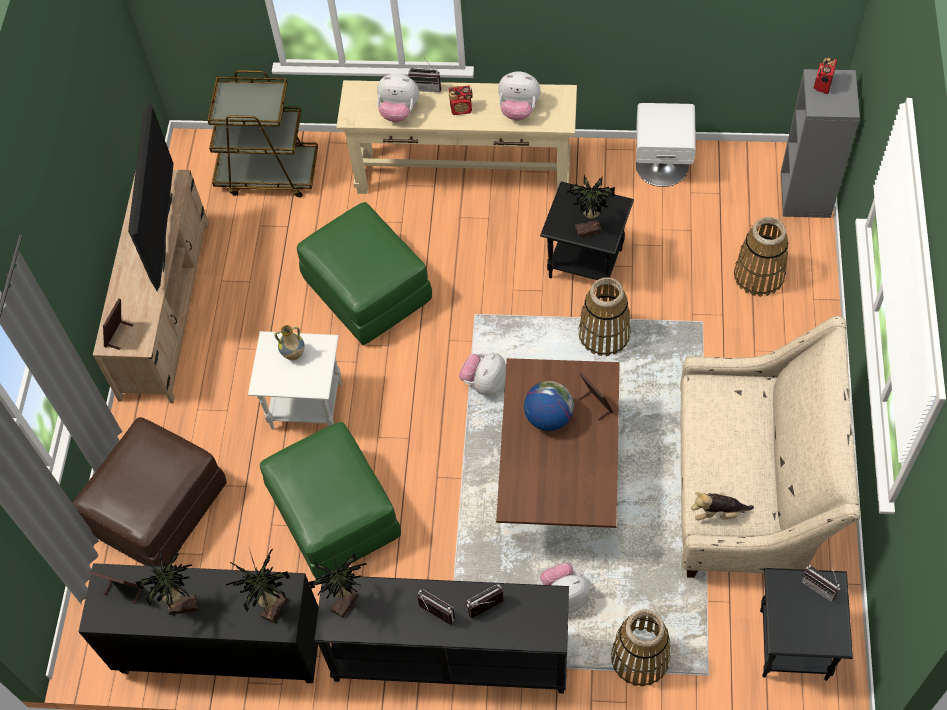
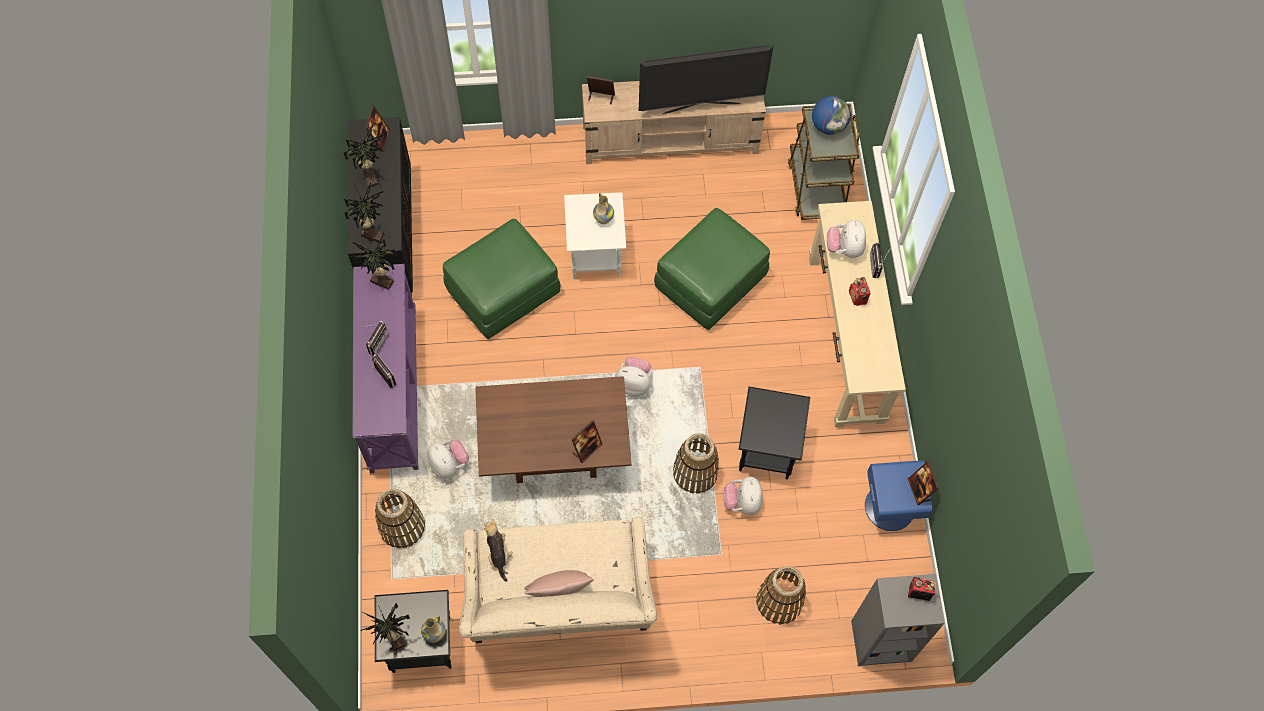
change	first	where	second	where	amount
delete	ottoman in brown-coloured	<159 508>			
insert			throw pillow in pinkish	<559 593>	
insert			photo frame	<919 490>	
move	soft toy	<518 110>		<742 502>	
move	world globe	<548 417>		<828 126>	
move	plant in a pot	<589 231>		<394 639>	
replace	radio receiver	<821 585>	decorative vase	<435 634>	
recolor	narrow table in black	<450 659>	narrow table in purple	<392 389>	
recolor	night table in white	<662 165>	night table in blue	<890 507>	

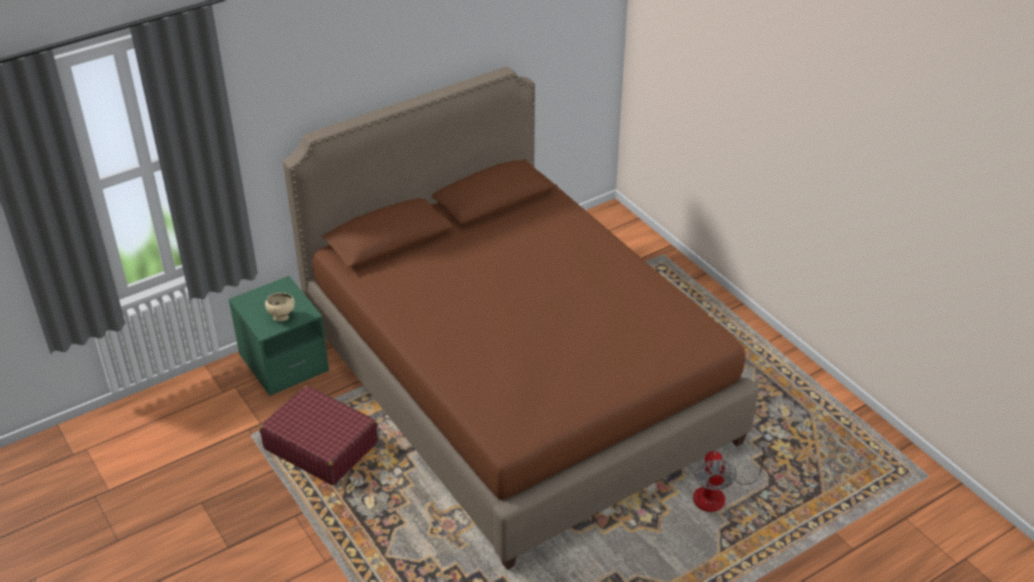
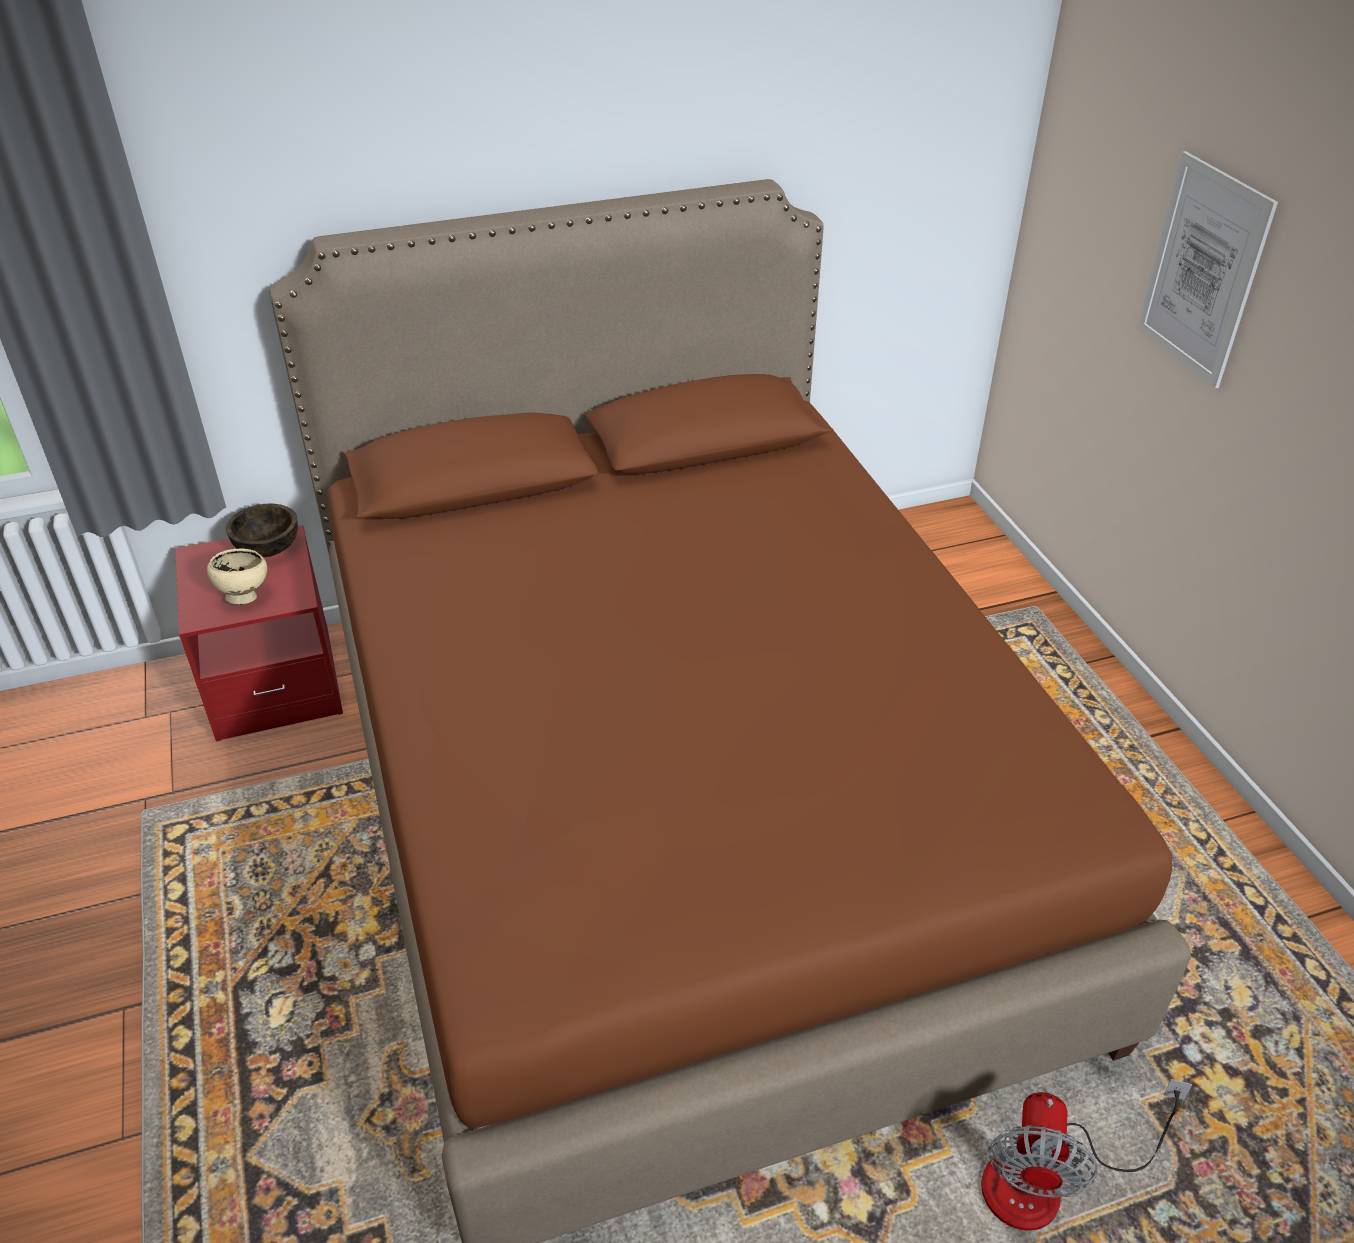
change	first	where	second	where	amount
delete	piece of luggage in red	<321 445>			
insert			bowl in brown-coloured	<268 548>	
insert			wall art	<1202 270>	
recolor	night table in green-coloured	<284 363>	night table in red	<275 684>	

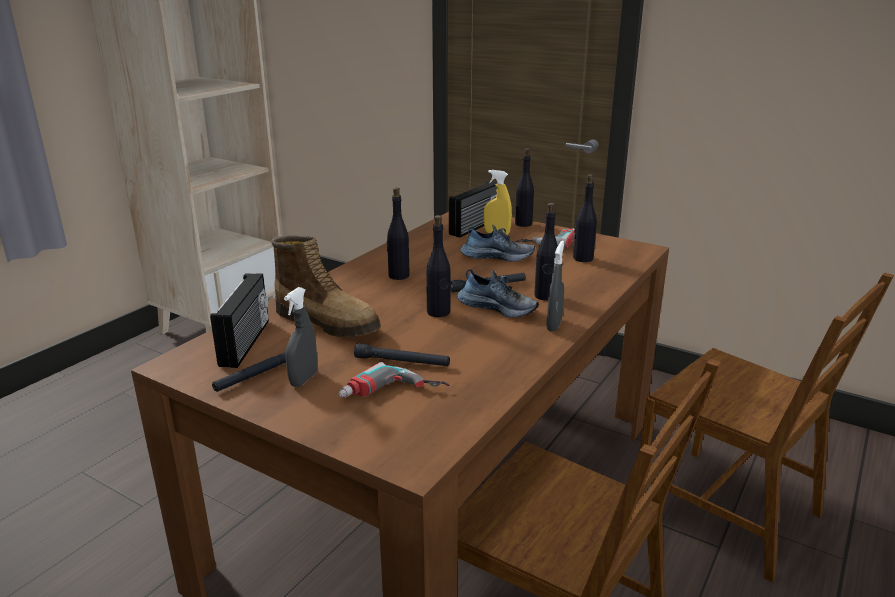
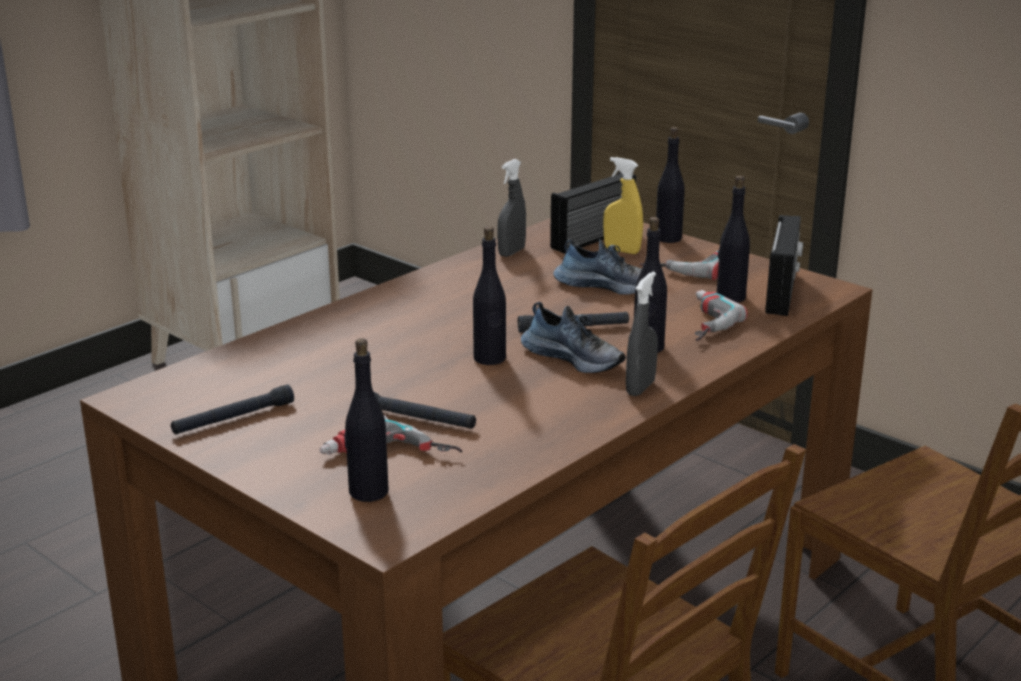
change	first	where	second	where	amount
delete	tall boot	<328 323>			
insert			drill	<699 322>	
move	radio receiver	<247 342>		<783 293>	
move	hand sprayer in grey	<303 379>		<511 252>	
move	beverage bottle in black	<398 276>		<368 492>	

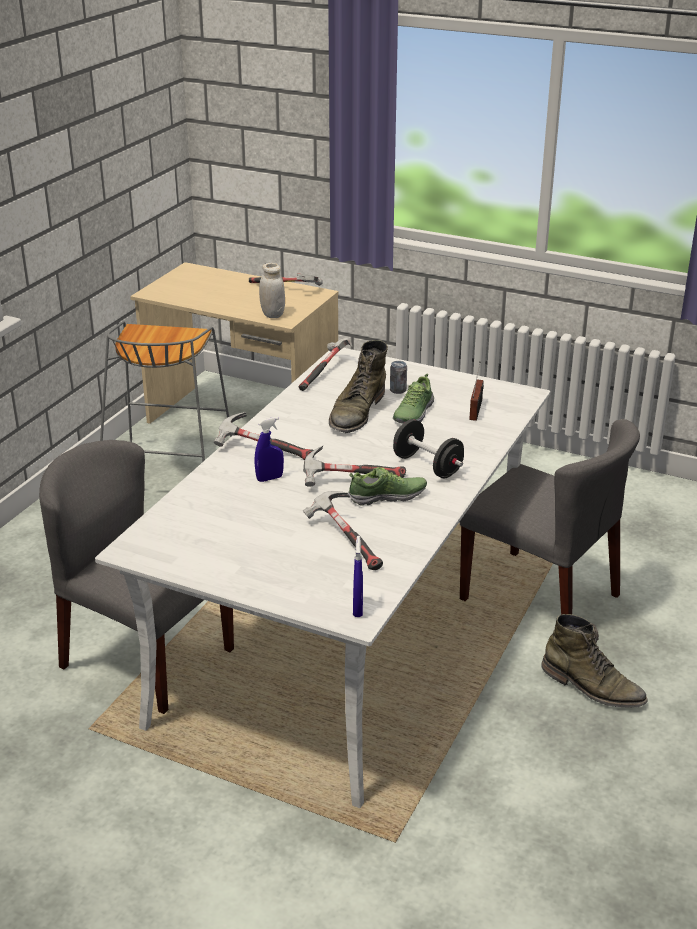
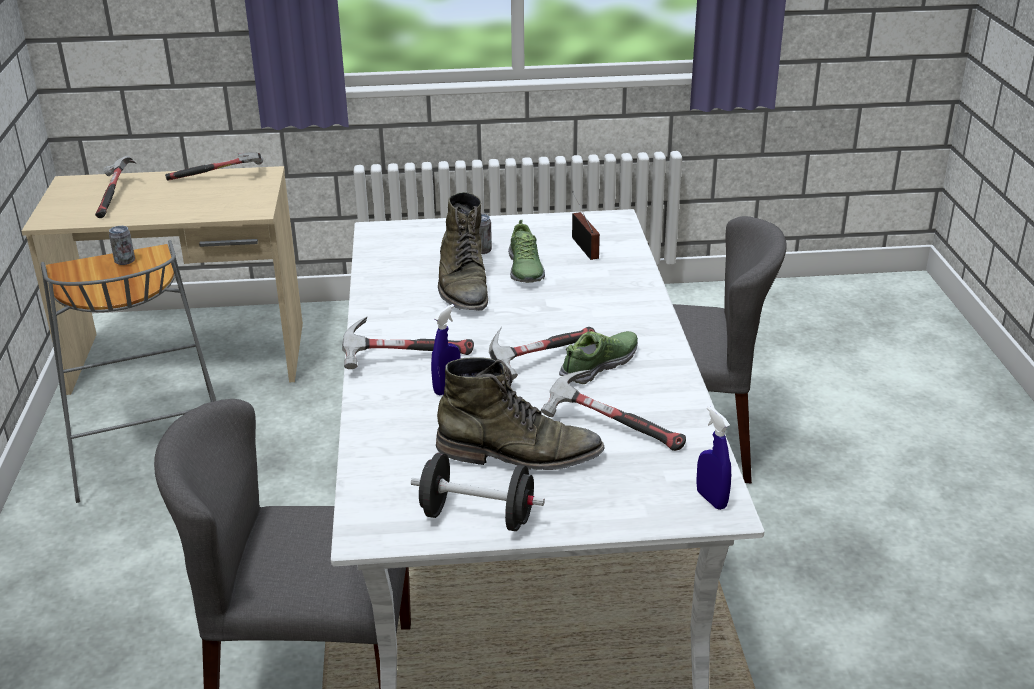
change	first	where	second	where	amount
delete	preserve jar in white	<272 315>			
insert			sealed can	<125 261>	
move	hand hammer	<325 372>		<115 196>	
move	free weight in black	<427 466>		<477 517>	
move	tall boot in green-coloured	<592 687>		<519 454>	

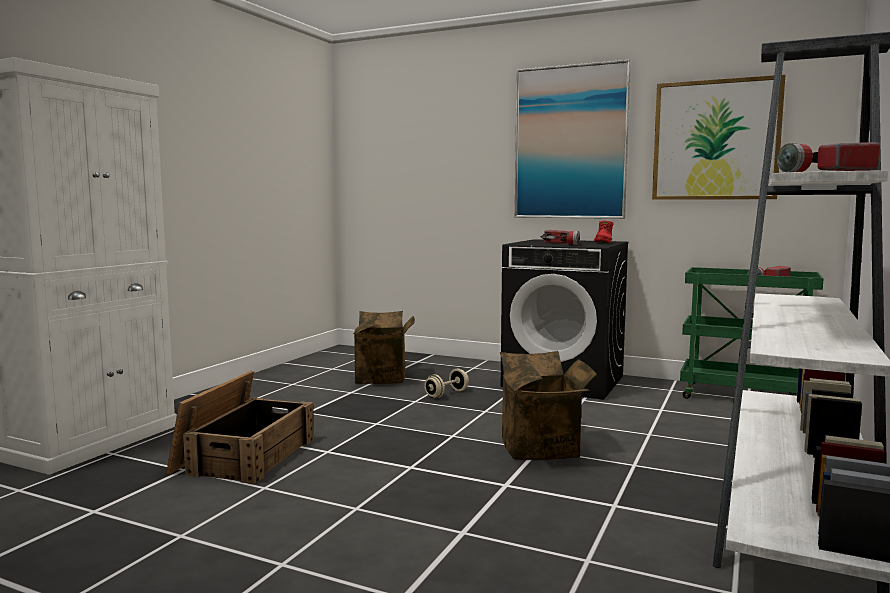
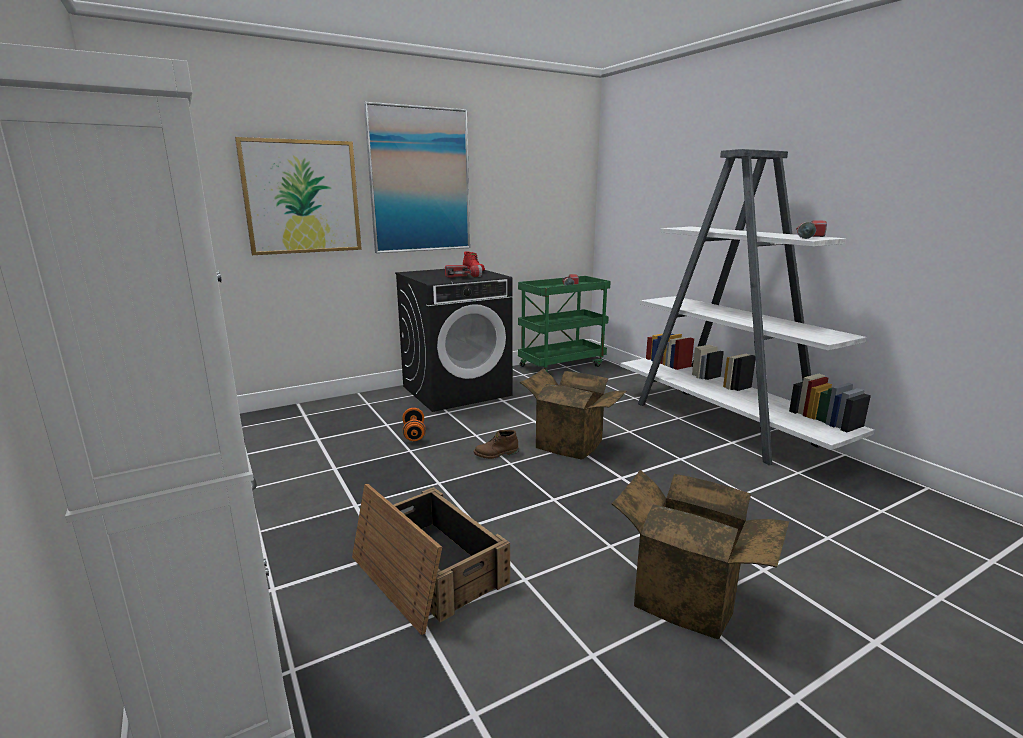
change	first	where	second	where	amount
insert			tall boot in brown-coloured	<496 454>	
move	carton	<383 377>		<689 595>	
move	wall art	<715 140>		<302 197>	
recolor	free weight in beige	<446 394>	free weight in orange-coloured	<414 434>	

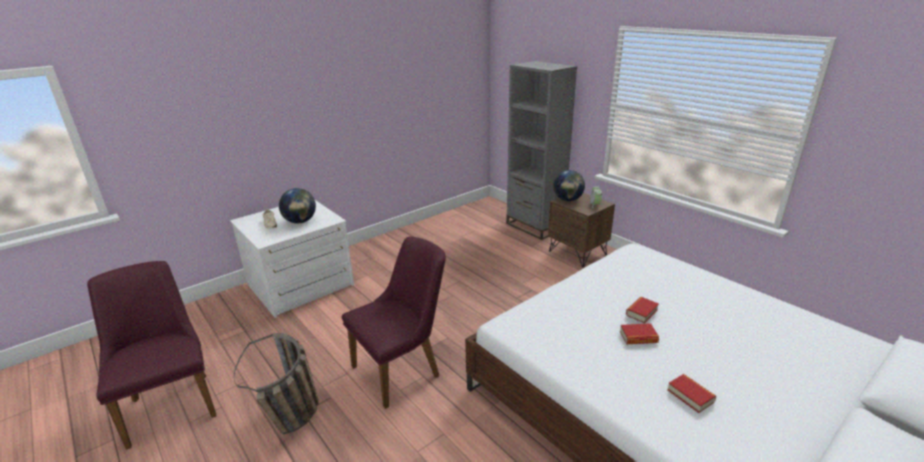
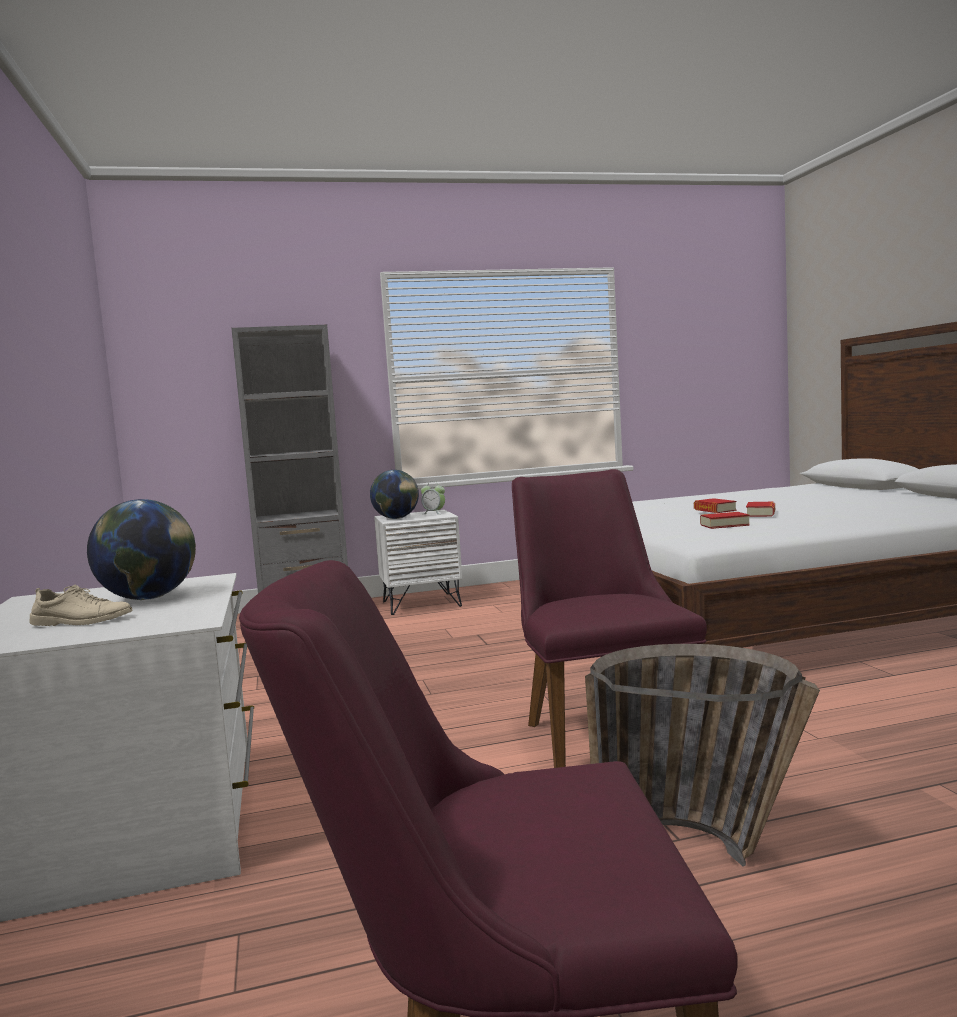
change	first	where	second	where	amount
move	volume	<690 396>		<724 525>	
recolor	night table in brown-coloured	<578 253>	night table in white	<421 604>	

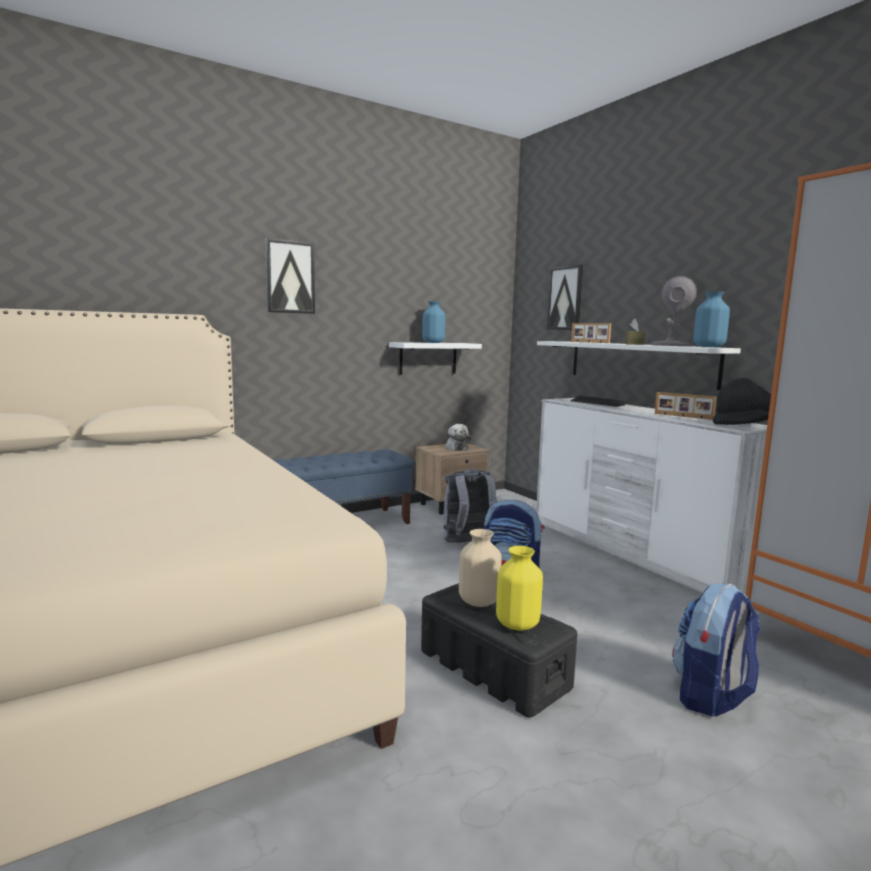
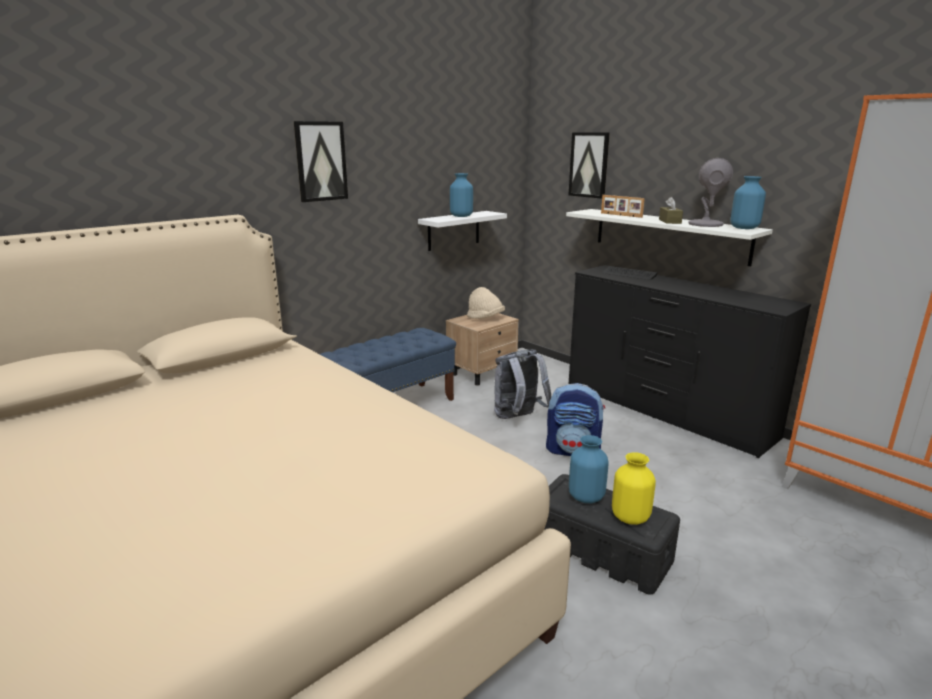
change	first	where	second	where	amount
delete	photo frame	<683 416>			
delete	knapsack	<711 696>			
delete	wearable hat in black	<746 426>			
replace	soft toy	<456 448>	wearable hat in beige	<485 318>	
recolor	decorative vase in beige	<478 602>	decorative vase in blue	<586 497>	
recolor	drawer chest in white	<633 552>	drawer chest in black	<665 411>	

